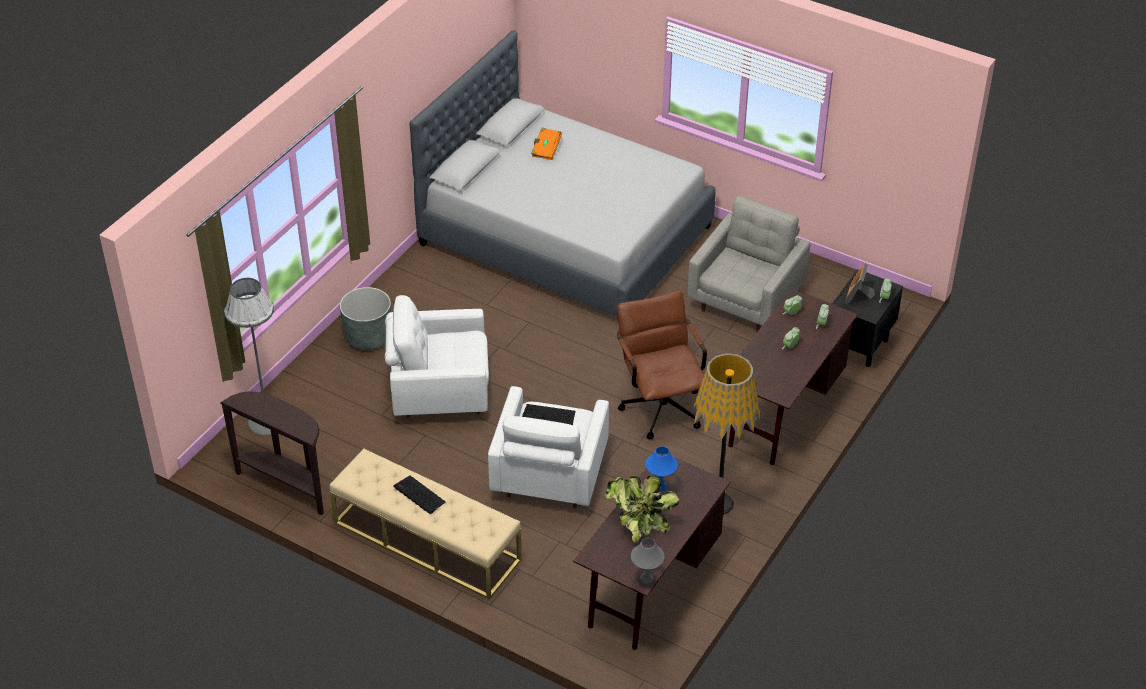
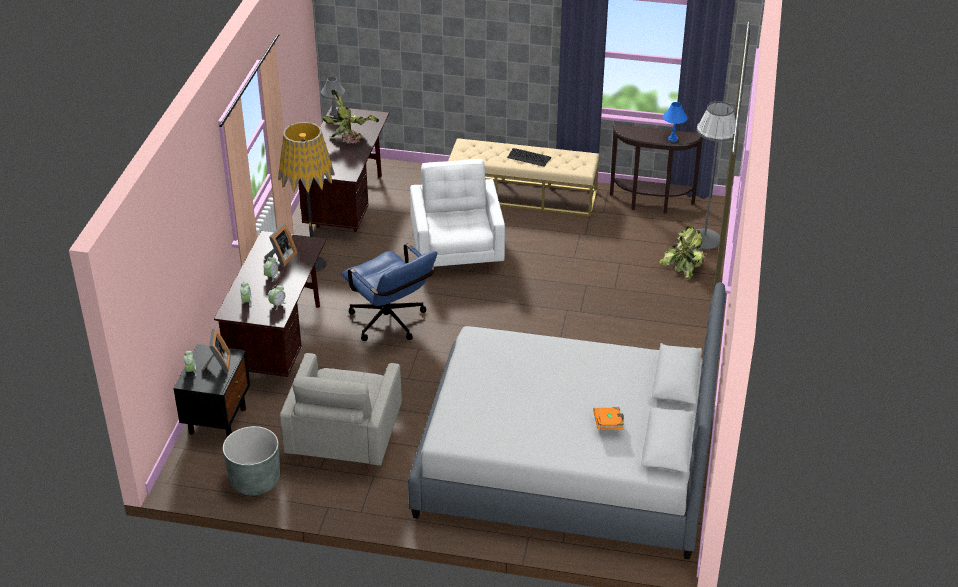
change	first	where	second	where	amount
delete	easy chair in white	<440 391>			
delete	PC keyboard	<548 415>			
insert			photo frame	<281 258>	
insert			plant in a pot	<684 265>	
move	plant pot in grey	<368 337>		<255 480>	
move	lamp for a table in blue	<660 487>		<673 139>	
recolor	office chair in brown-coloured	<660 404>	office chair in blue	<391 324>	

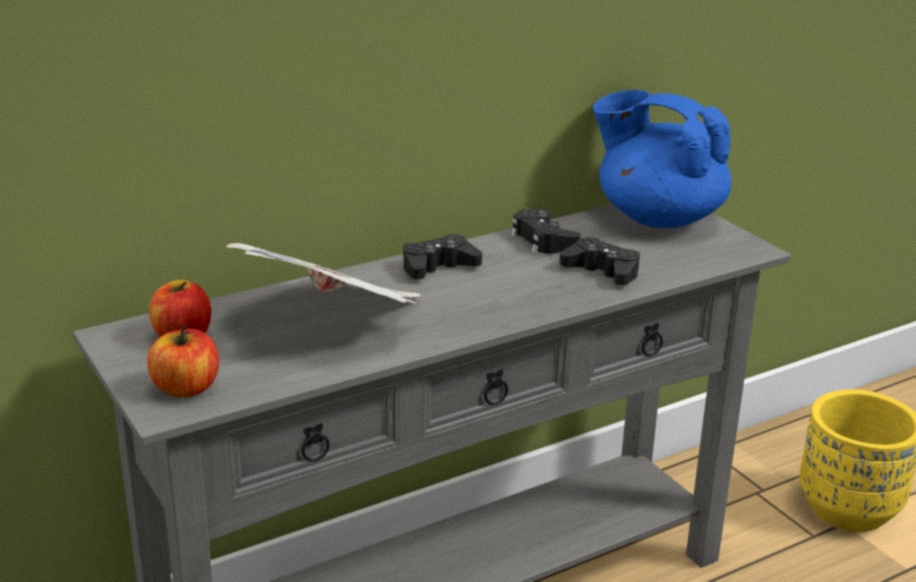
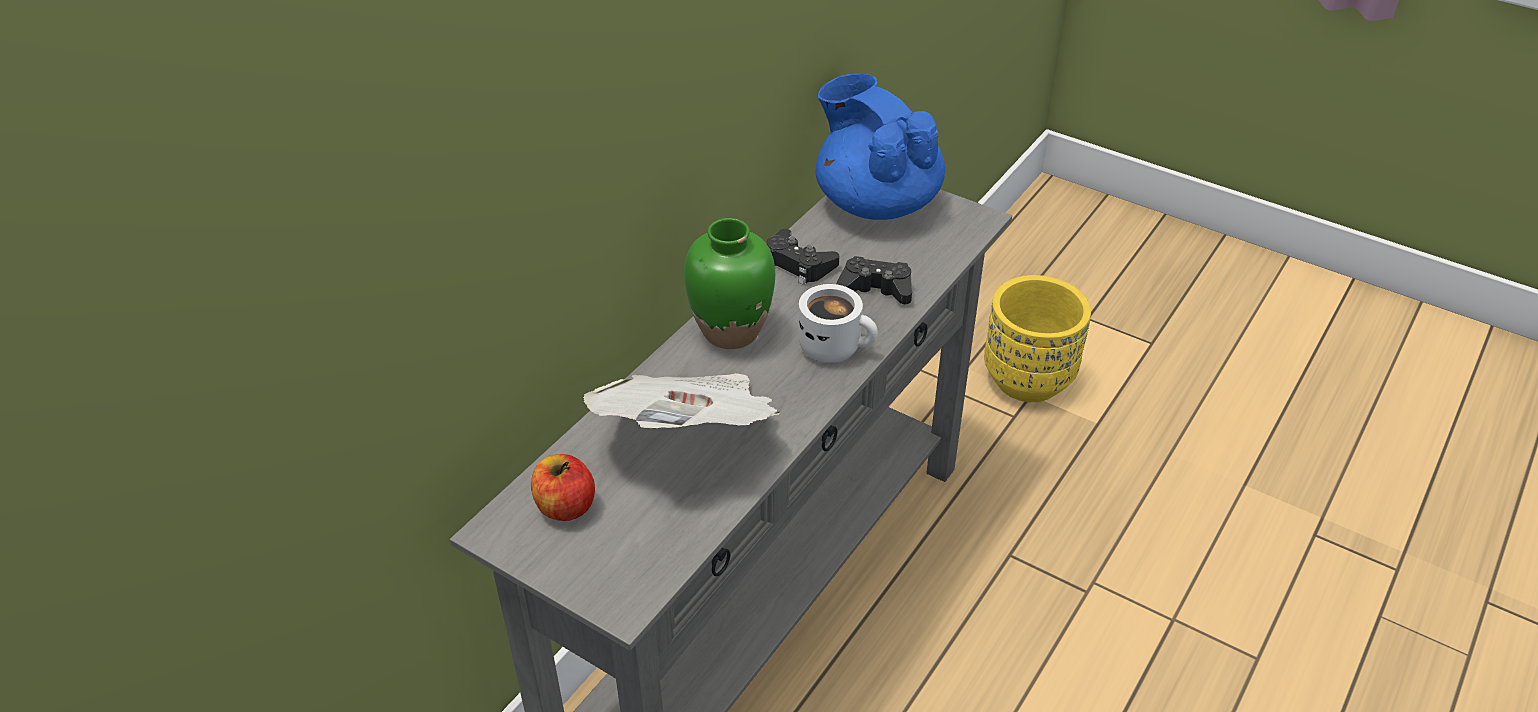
change	first	where	second	where	amount
delete	whole apple	<186 388>			
insert			mug in white	<835 346>	
replace	game controller in black	<438 267>	decorative vase in green-coloured	<731 331>	
rotate	teapot in blue	<657 217>		<876 202>	45 degrees clockwise

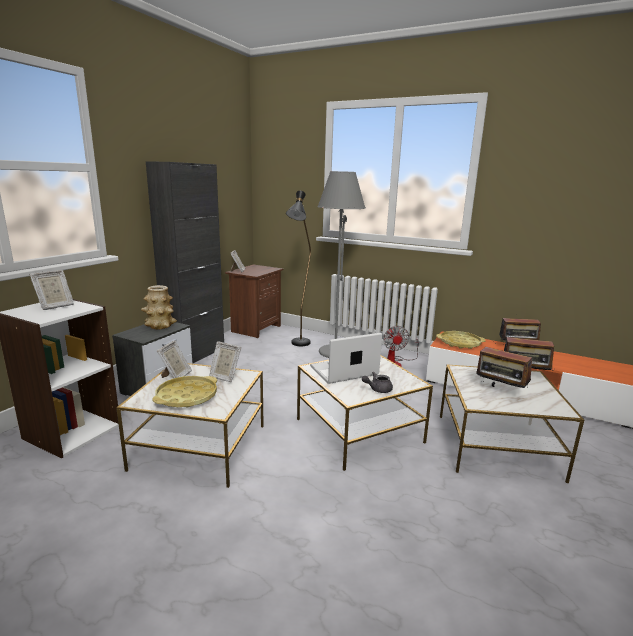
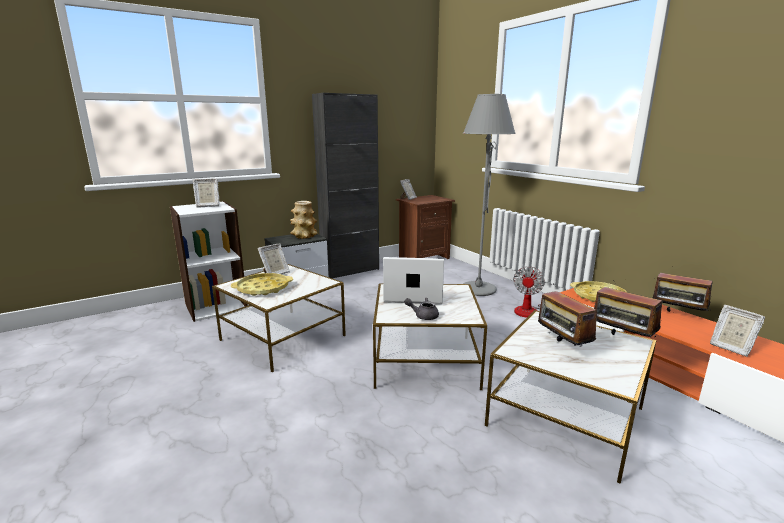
change	first	where	second	where	amount
delete	floor lamp in black	<299 345>			
move	photo frame	<224 376>		<730 347>	

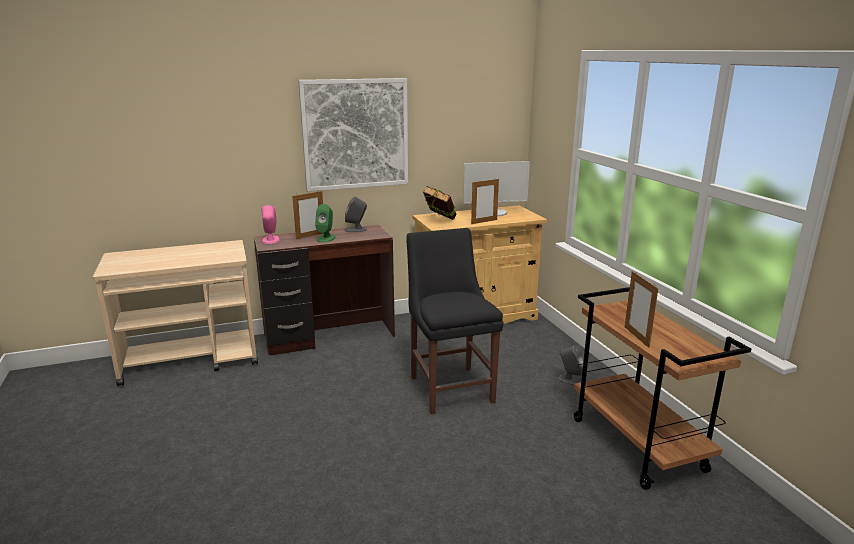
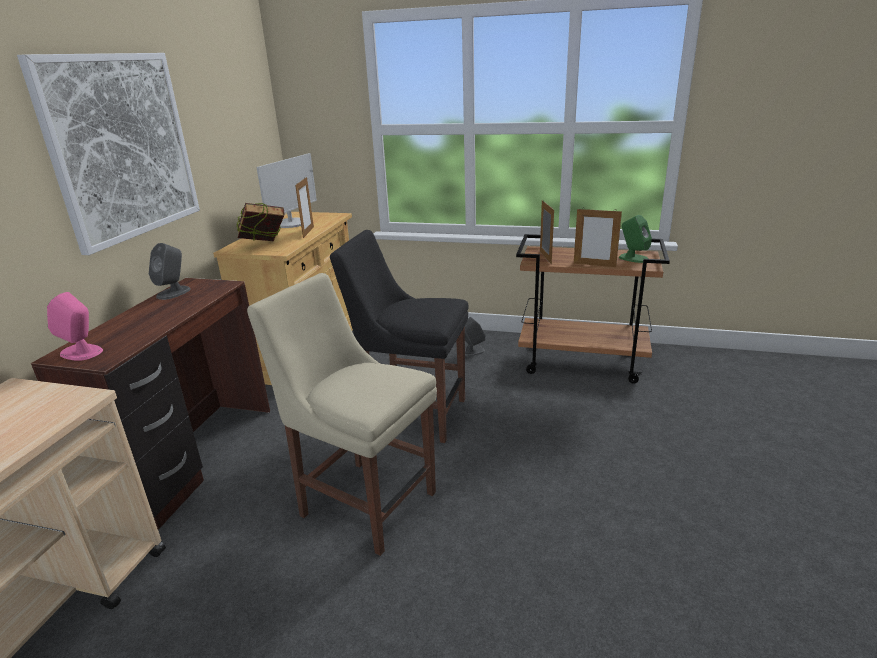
change	first	where	second	where	amount
insert			plain chair in beige	<363 501>	
move	photo frame	<310 236>		<545 257>	
move	loudspeaker in green-coloured	<326 238>		<633 258>	

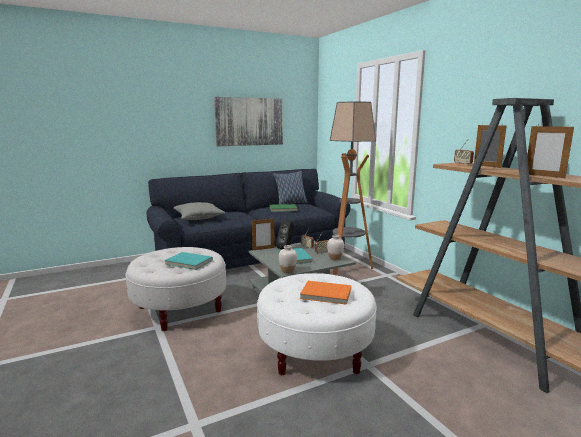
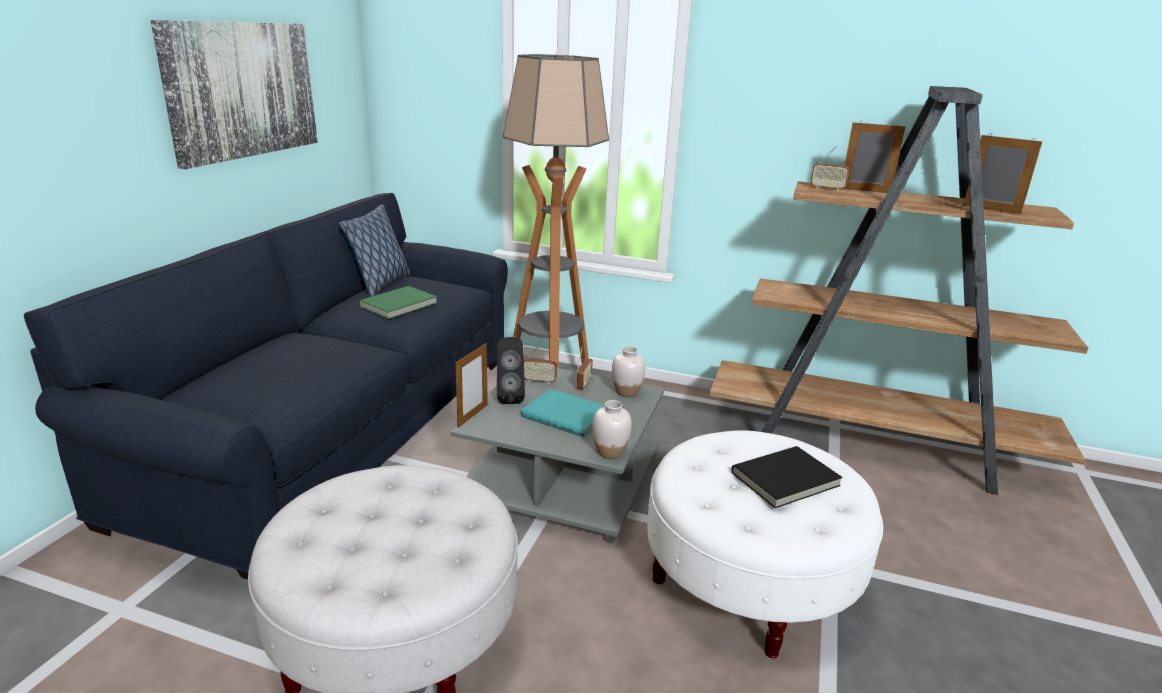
change	first	where	second	where	amount
delete	volume in blue-green	<188 262>			
delete	throw pillow in grey	<199 218>			
recolor	volume in orange-coloured	<326 294>	volume in black	<786 480>	
rotate	photo frame	<544 176>		<991 209>	150 degrees counterclockwise

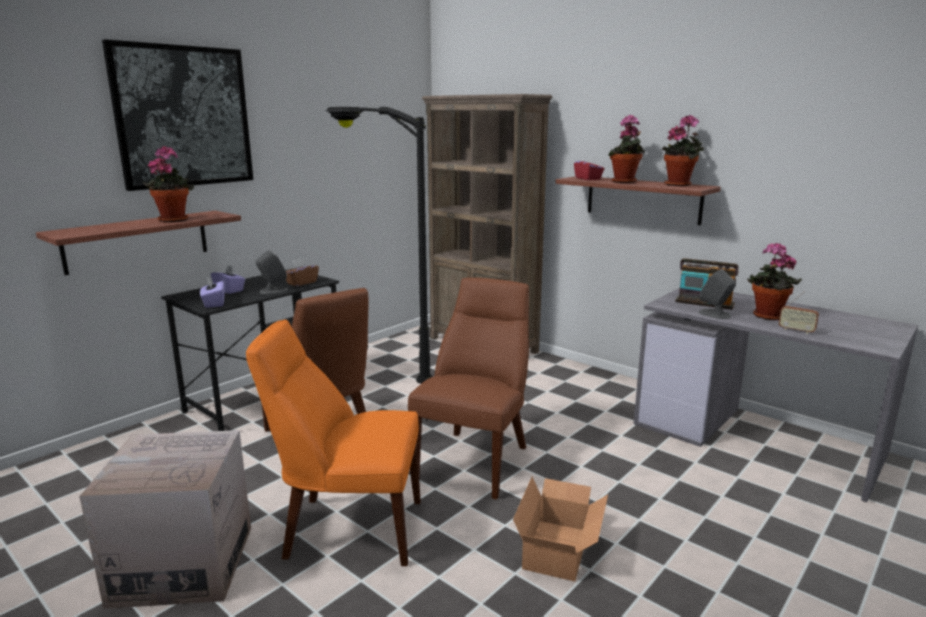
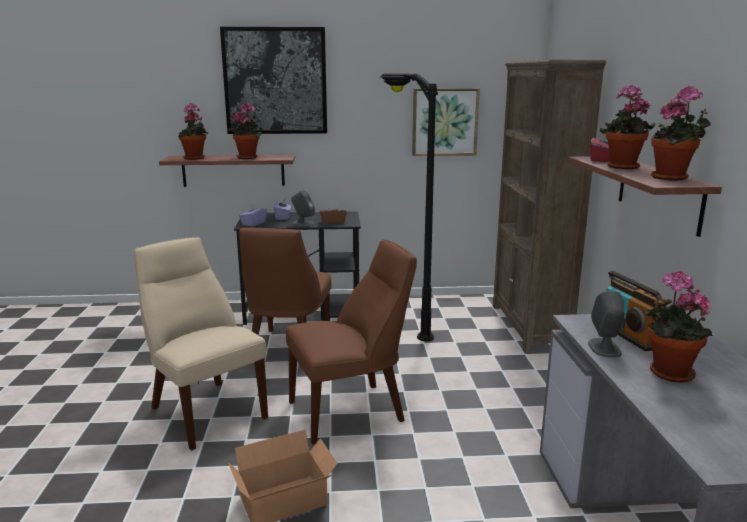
change	first	where	second	where	amount
delete	carton	<183 564>			
delete	radio receiver	<796 330>			
insert			plant in a pot	<195 158>	
insert			wall art	<444 122>	
recolor	plain chair in orange-coloured	<348 528>	plain chair in beige	<205 410>	

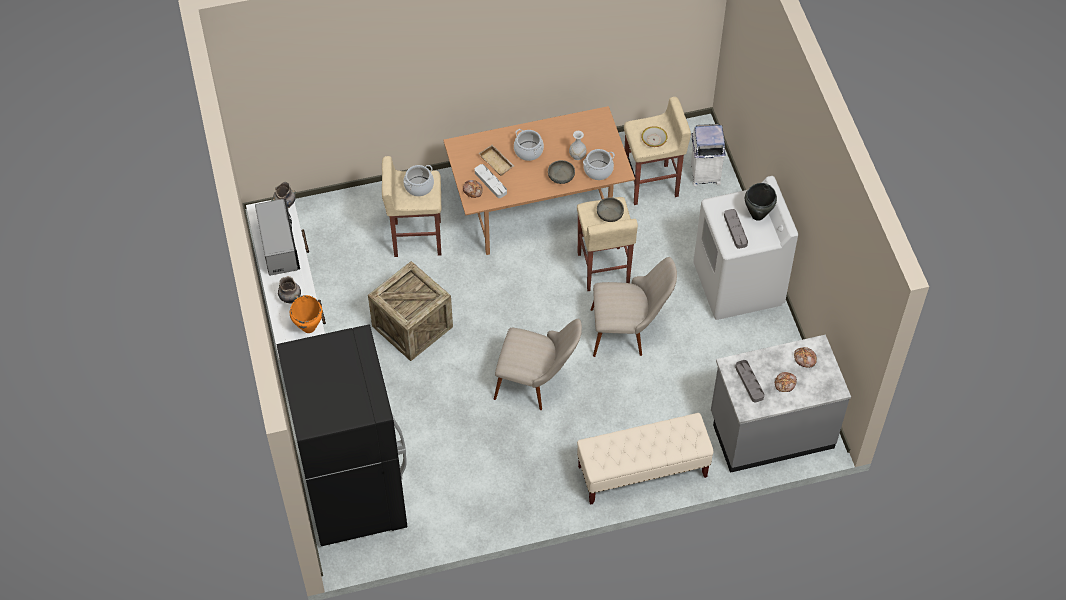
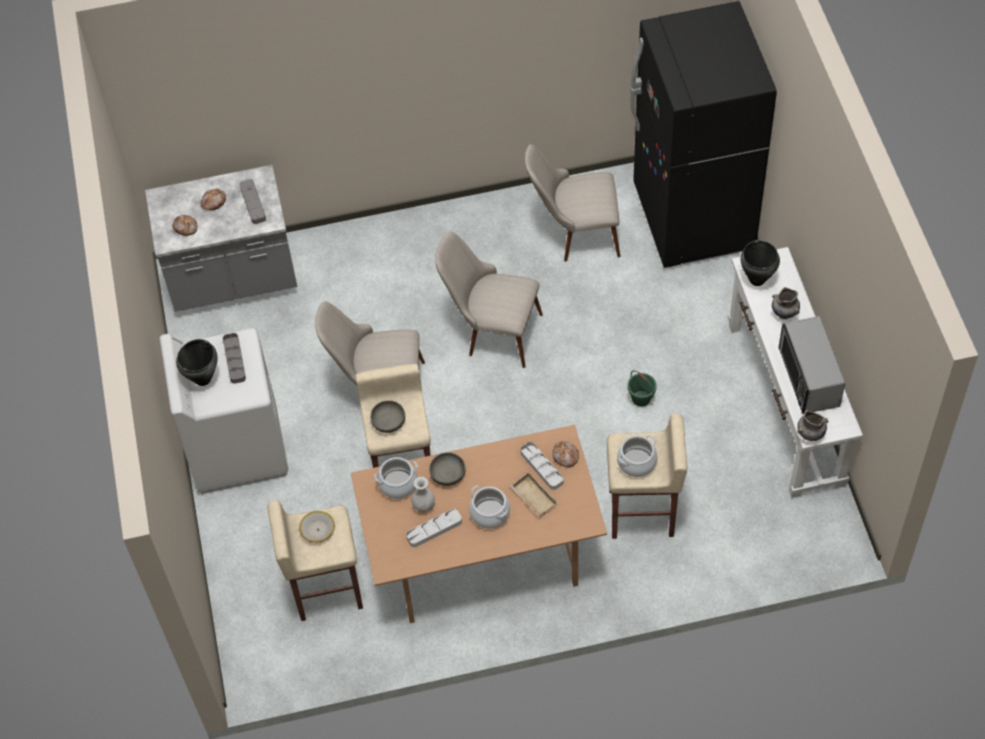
change	first	where	second	where	amount
delete	indoor bench in beige	<642 472>			
delete	trash can in white	<704 174>			
insert			carrying tray in grey	<434 529>	
insert			plain chair in beige	<574 234>	
replace	packing crate	<412 326>	water bucket in green-coloured	<641 398>	
recolor	cooking pot in orange-coloured	<309 327>	cooking pot in black	<757 280>	

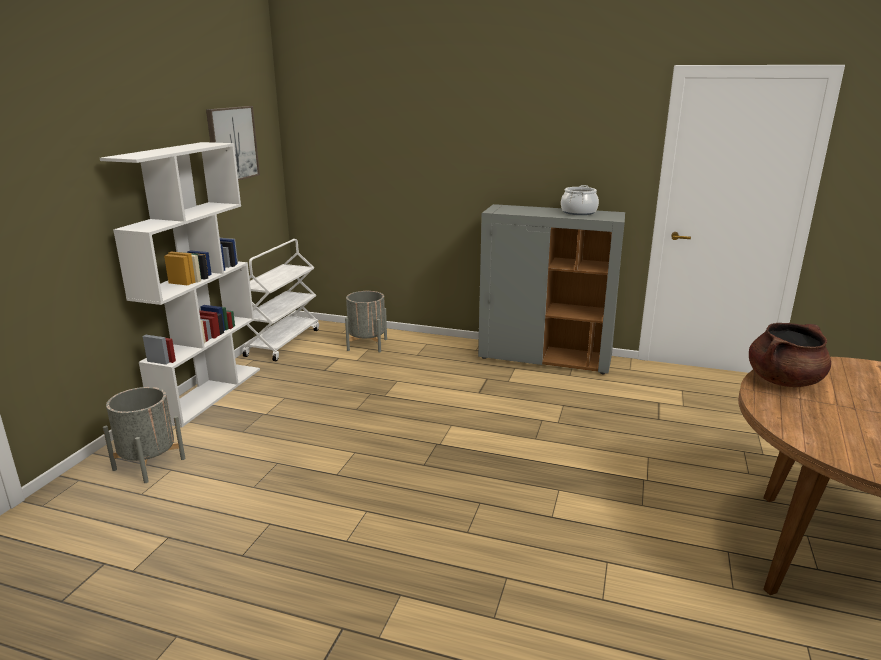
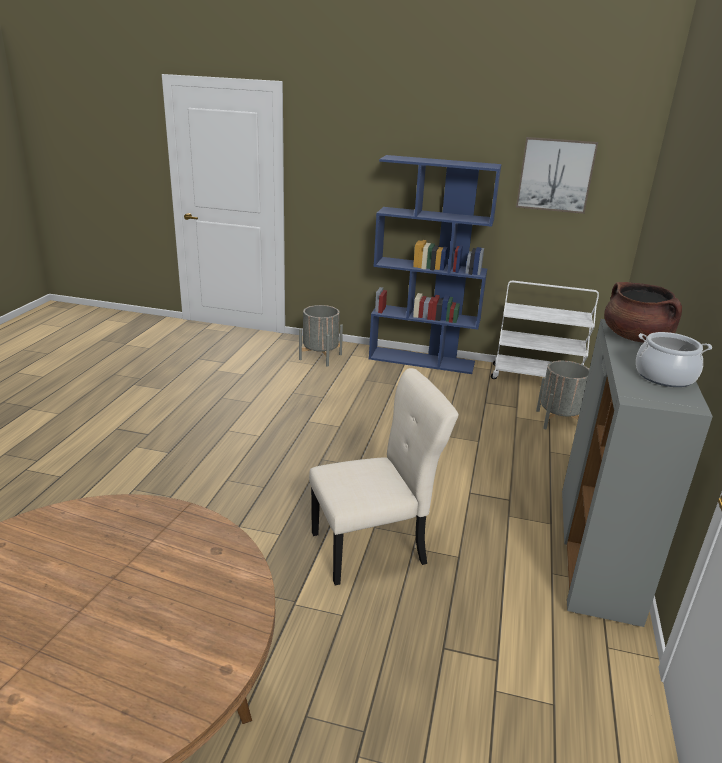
change	first	where	second	where	amount
insert			plain chair in beige	<373 548>	
move	cooking pot in brown-coloured	<783 381>		<636 338>	
recolor	bookshelf in white	<209 393>	bookshelf in blue	<422 360>	

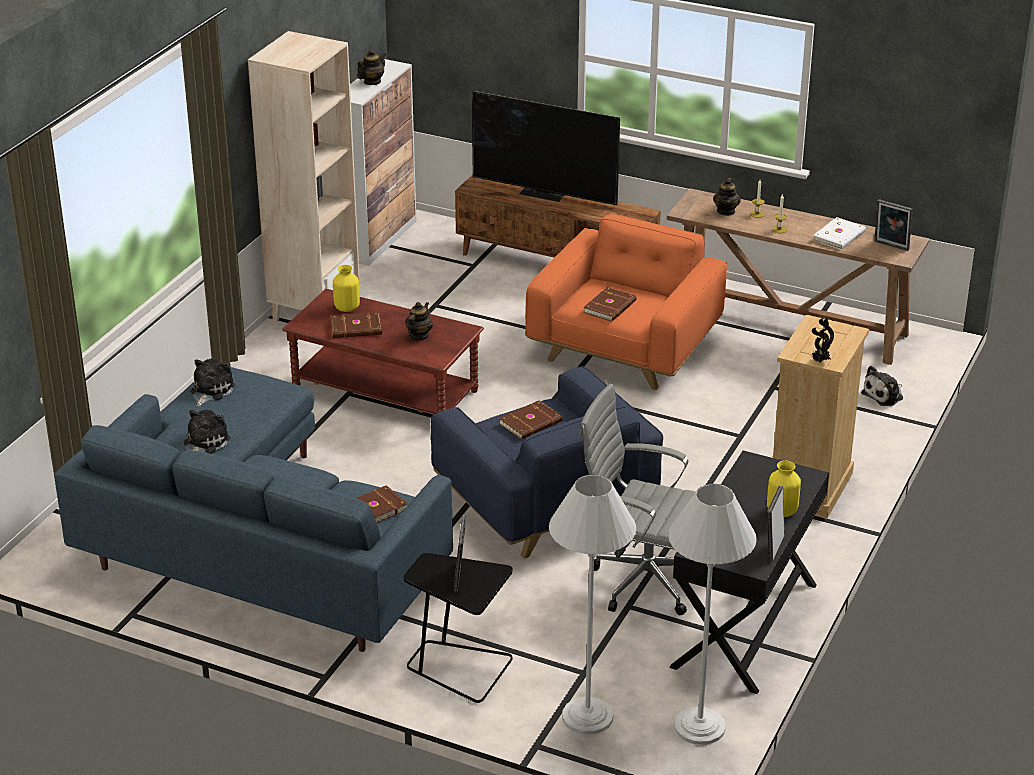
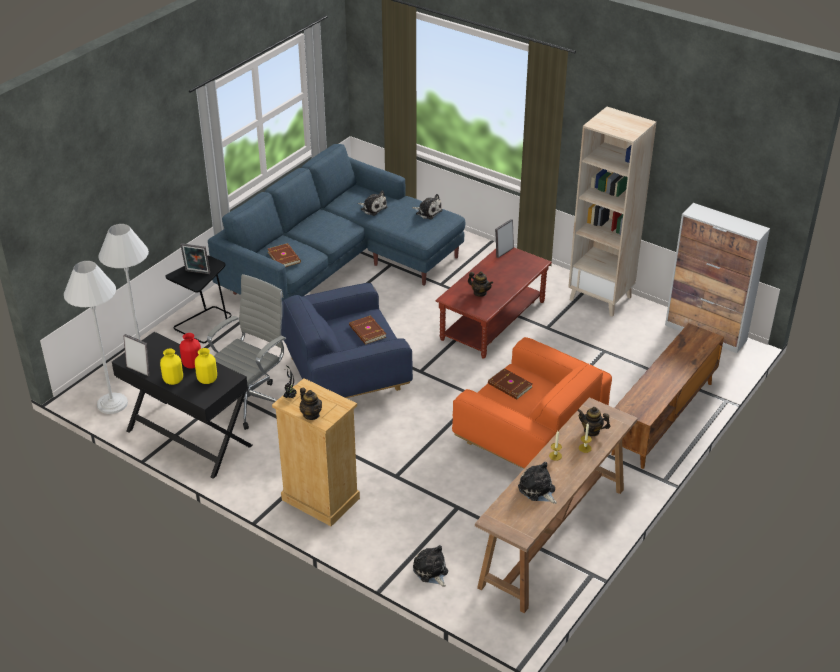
change	first	where	second	where	amount
delete	volume in brown-coloured	<356 328>			
delete	television	<544 193>			
insert			decorative vase in red	<192 364>	
move	decorative vase in yellow-coloured	<347 308>		<207 380>	
move	teapot	<372 82>		<311 415>	
move	photo frame	<890 246>		<503 252>	
replace	volume in white	<840 236>	soft toy	<538 490>	

